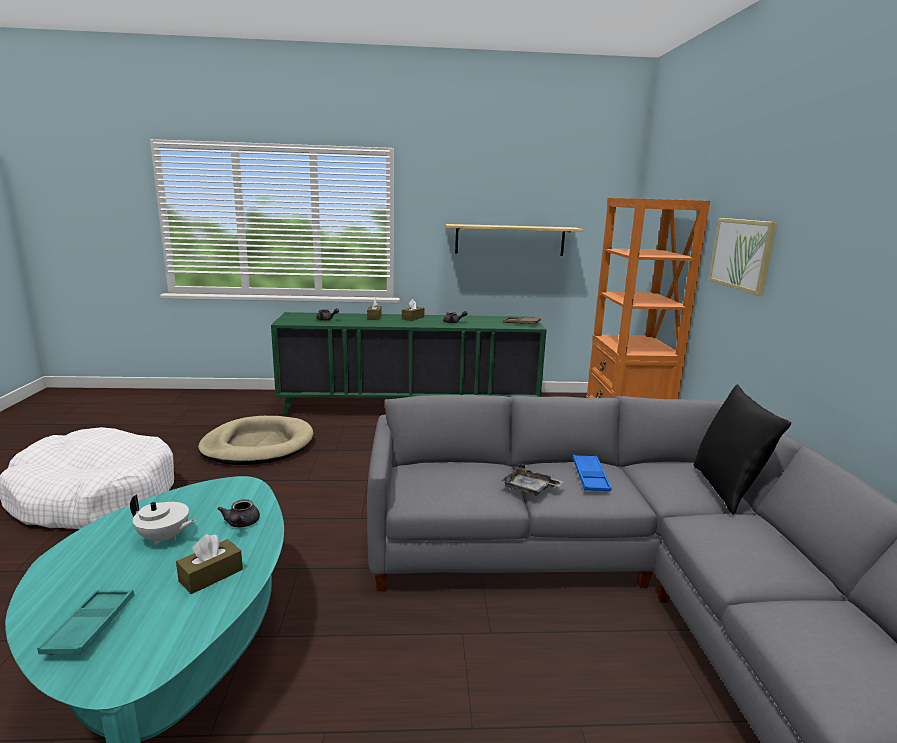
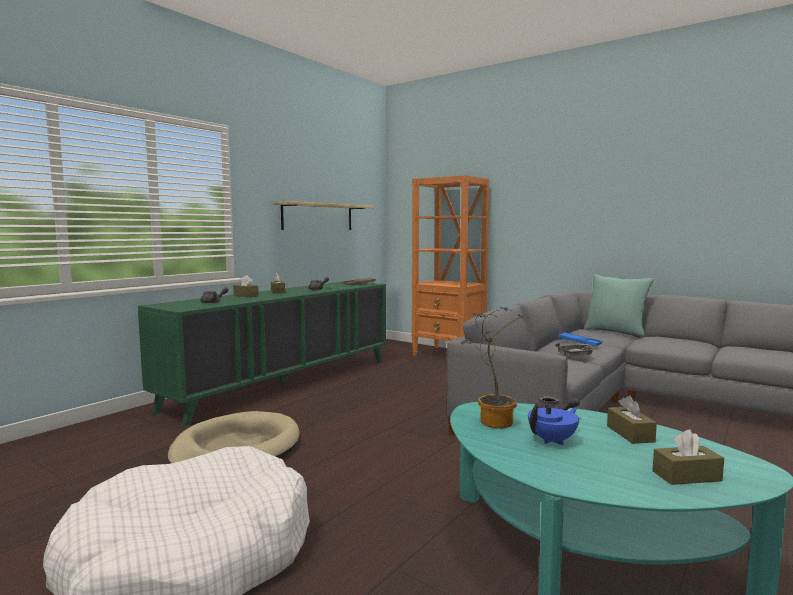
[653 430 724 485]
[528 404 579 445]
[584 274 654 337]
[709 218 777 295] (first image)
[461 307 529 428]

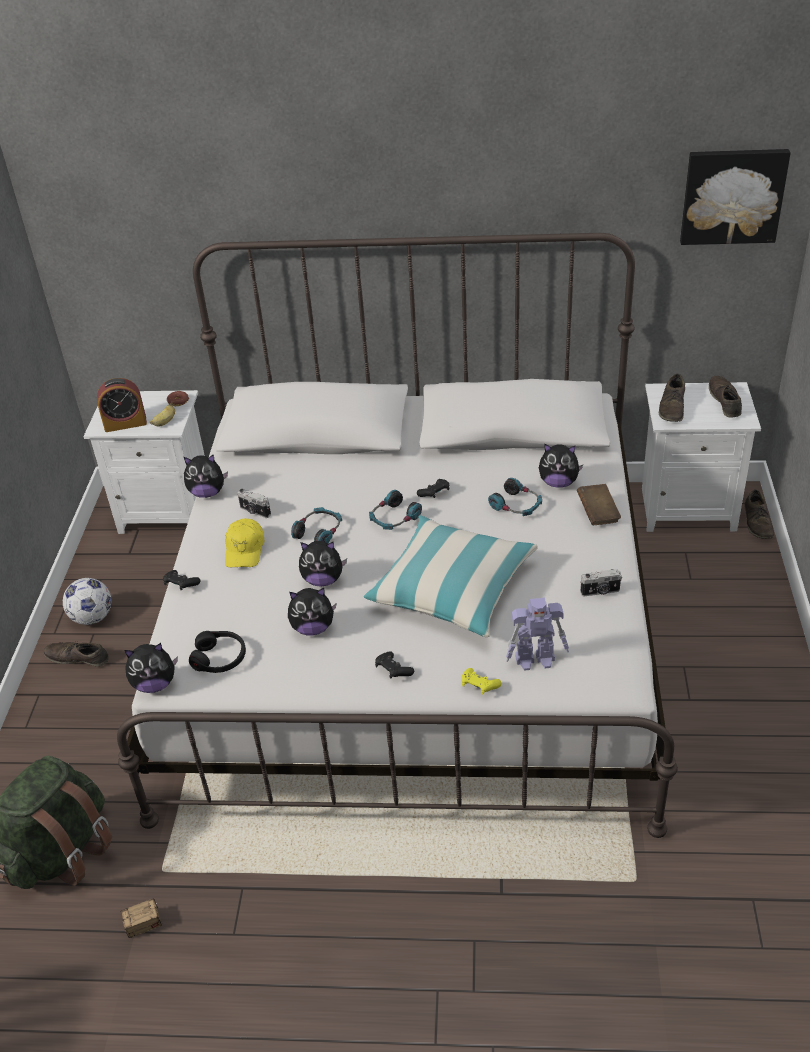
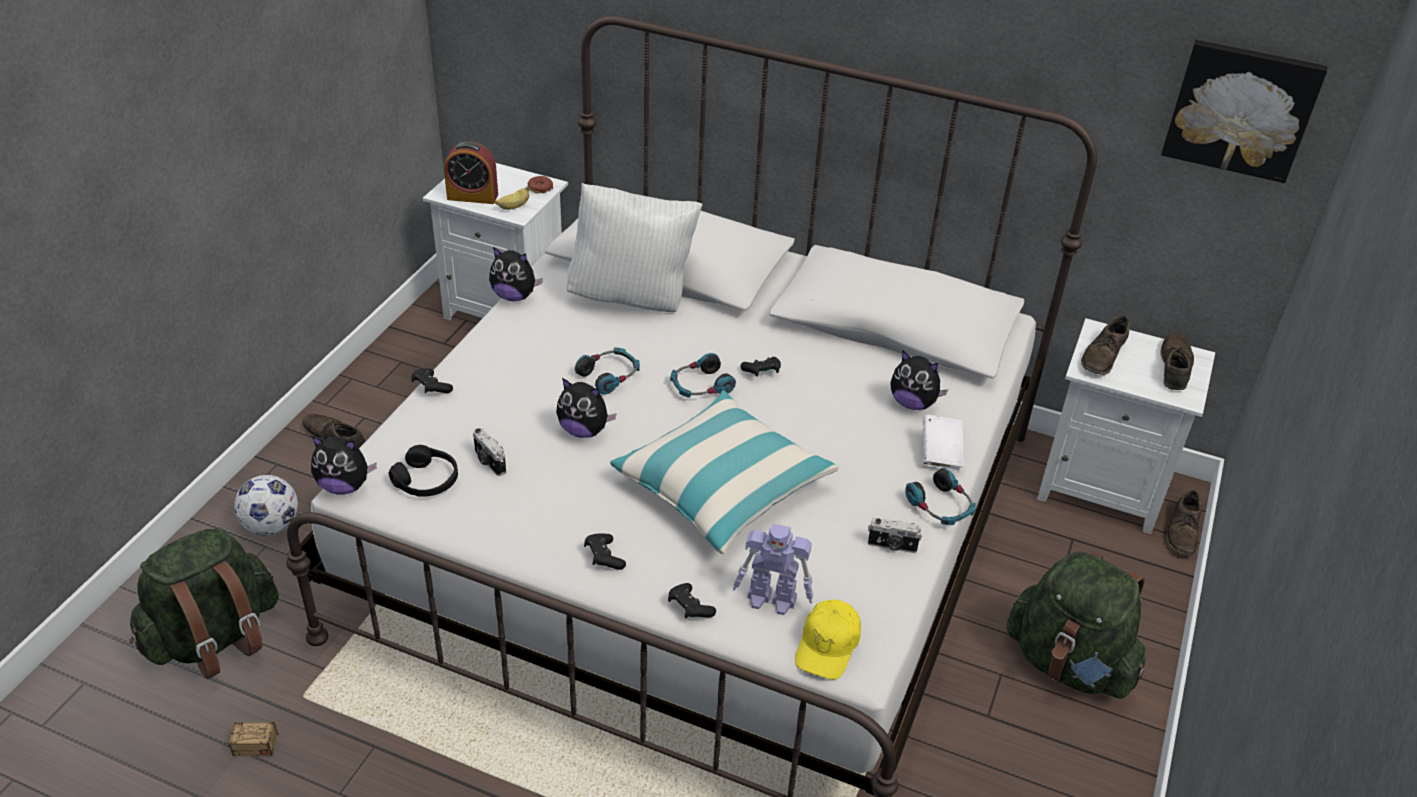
[234 475 298 536]
[795 599 861 680]
[473 428 506 476]
[288 588 336 635] (first image)
[668 583 716 618]
[905 468 976 525]
[923 415 964 471]
[566 183 703 312]
[1006 551 1146 699]

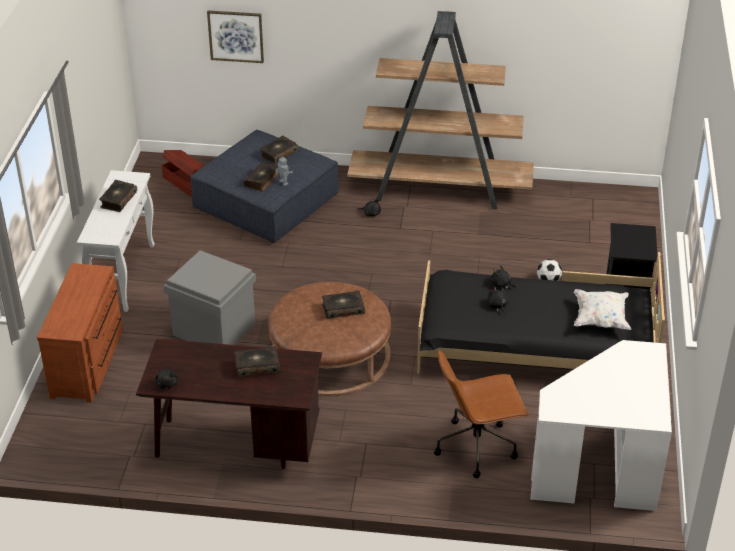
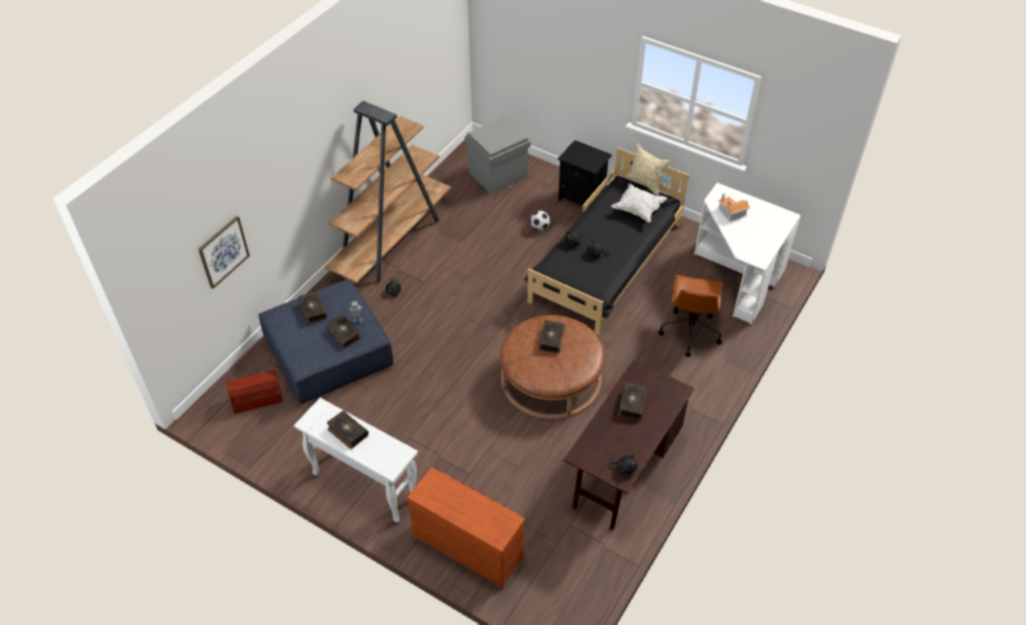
[465 117 531 194]
[625 143 671 196]
[718 193 750 222]

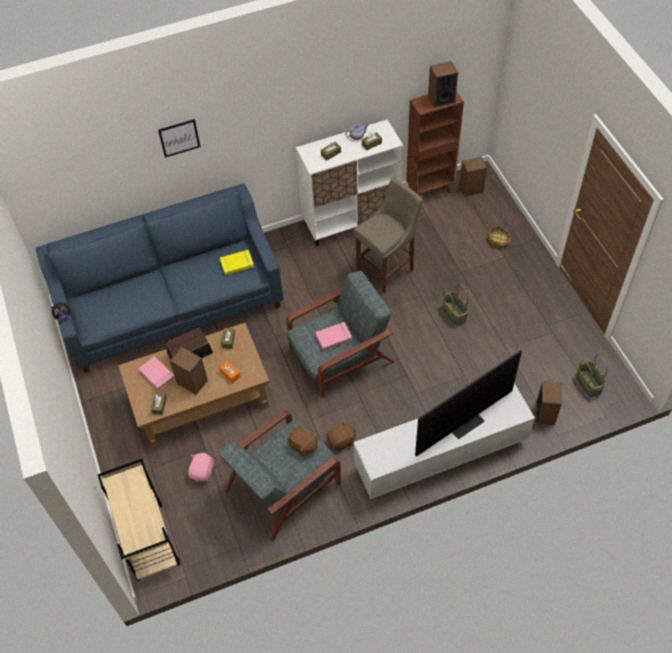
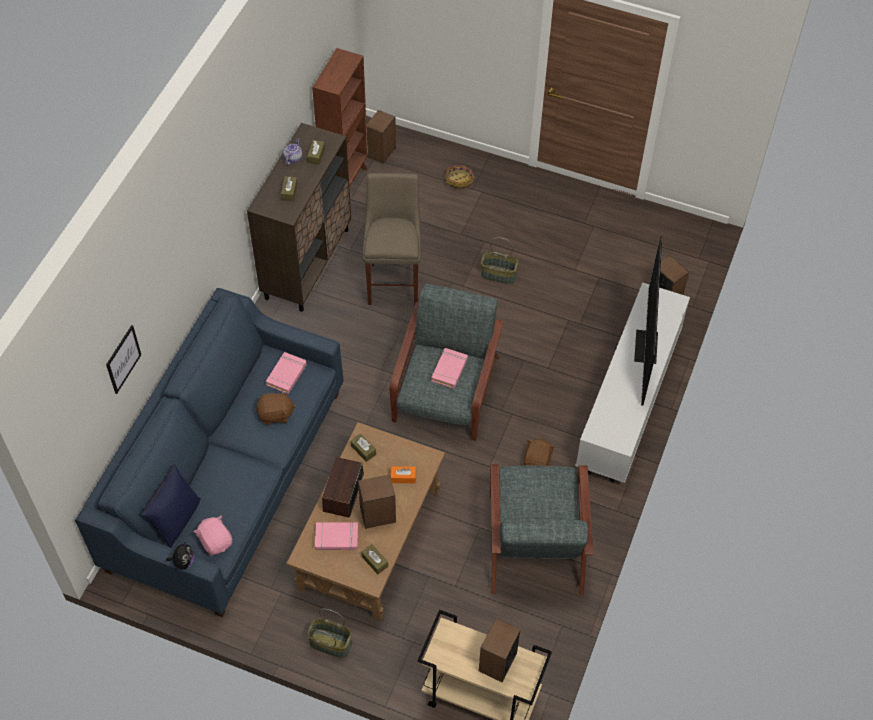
[106 325 141 394]
[194 515 232 556]
[266 352 307 394]
[256 390 296 425]
[247 123 351 312]
[479 618 520 683]
[307 609 352 658]
[141 464 201 548]

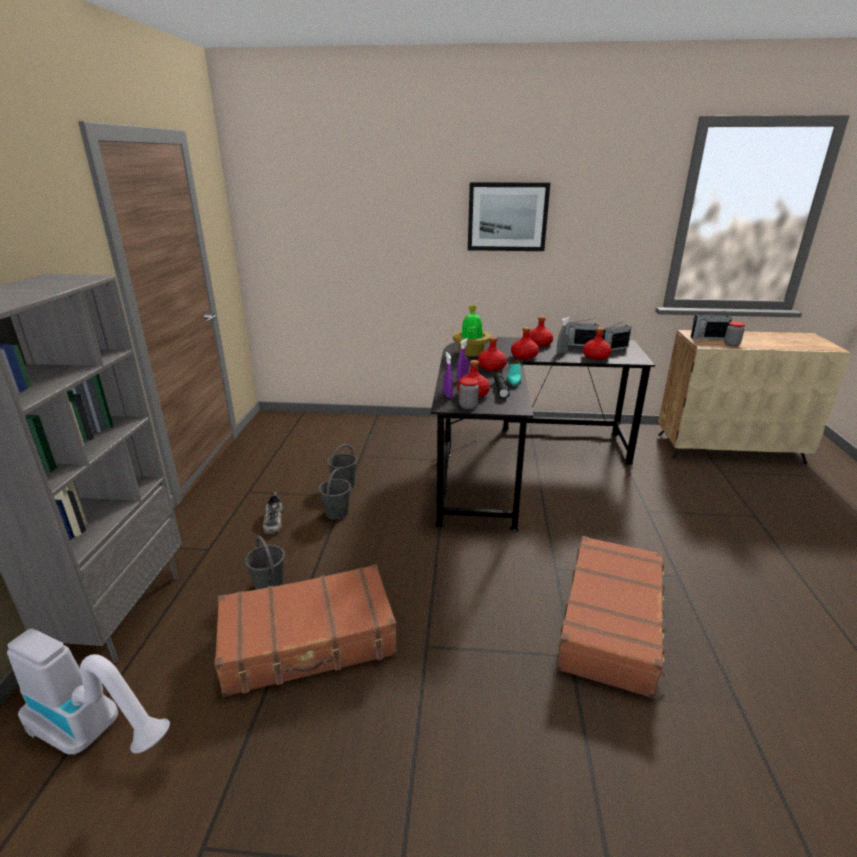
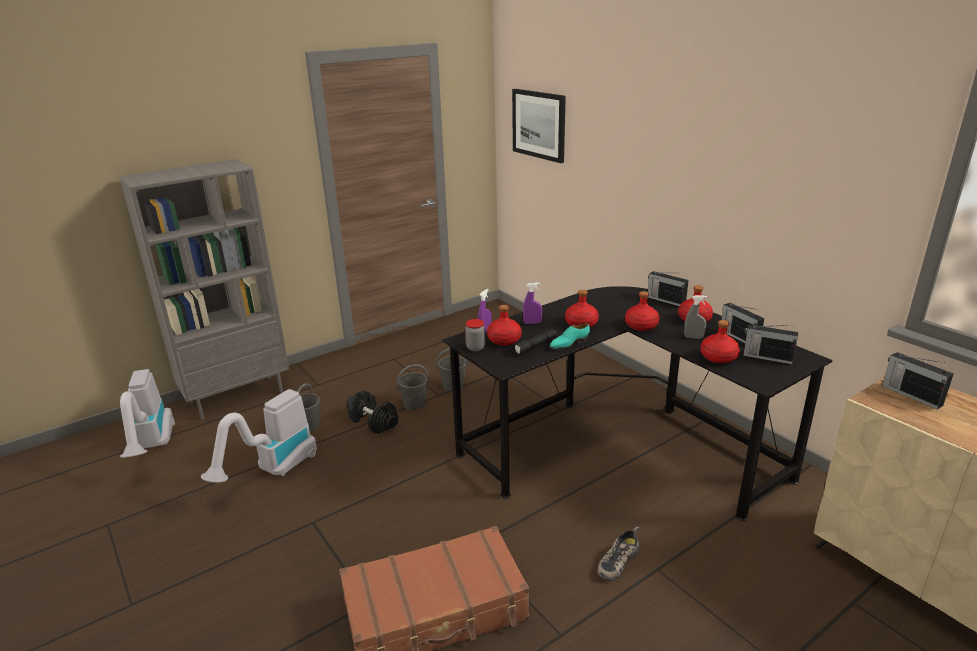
[201 389 317 483]
[598 526 640 581]
[453 305 491 356] (first image)
[512 89 566 163]
[724 322 745 347] (first image)
[347 390 398 434]
[648 271 689 306]

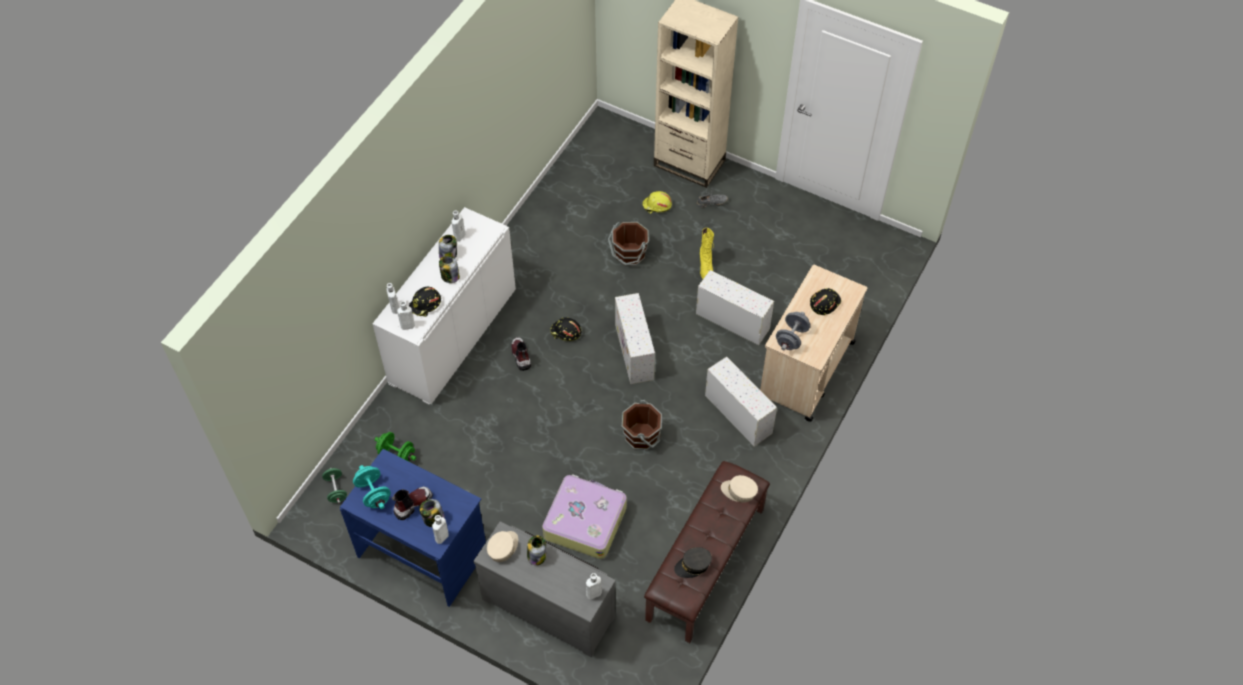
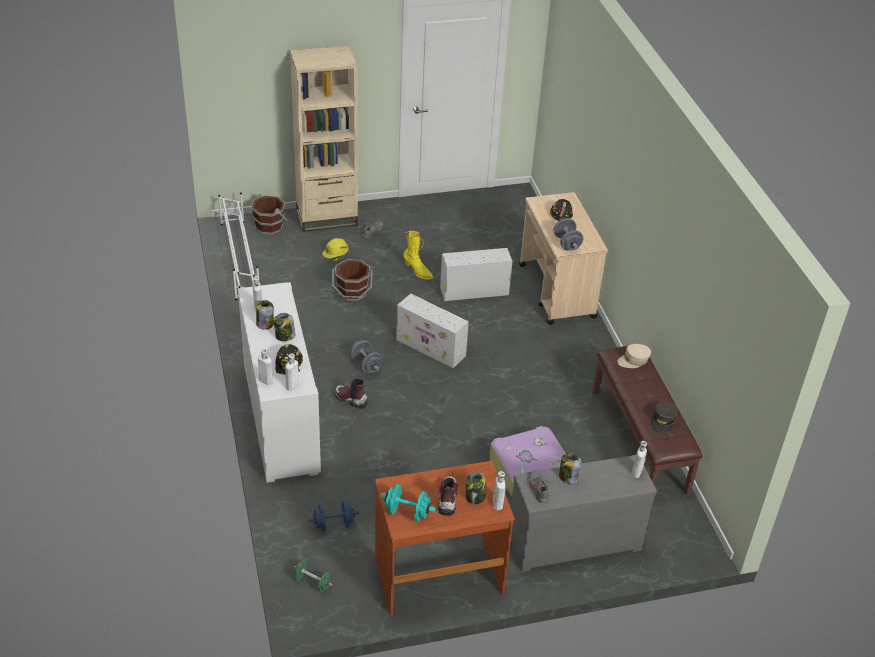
[375 461 515 616]
[308 500 359 532]
[527 469 555 503]
[350 340 382 373]
[251 194 287 235]
[705 357 777 447] (first image)
[218 192 259 301]

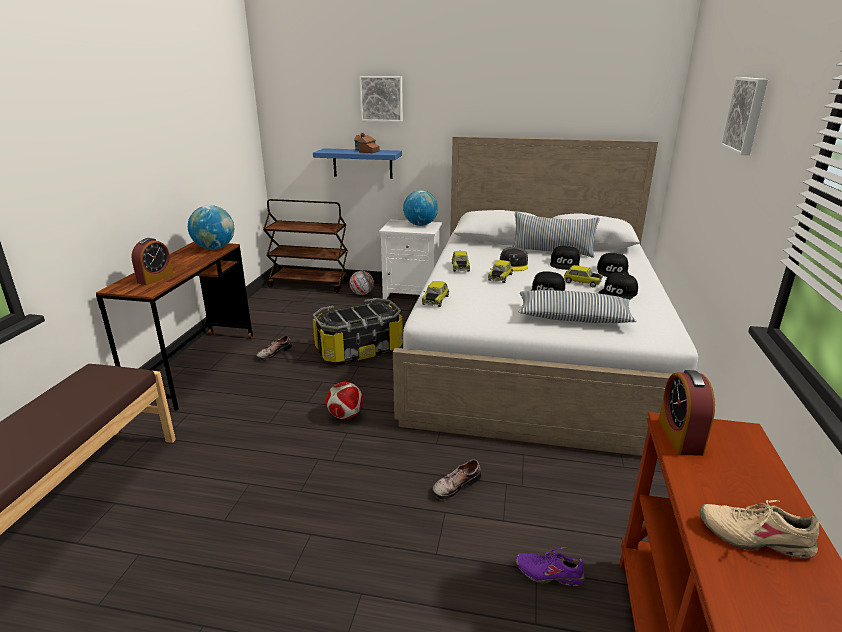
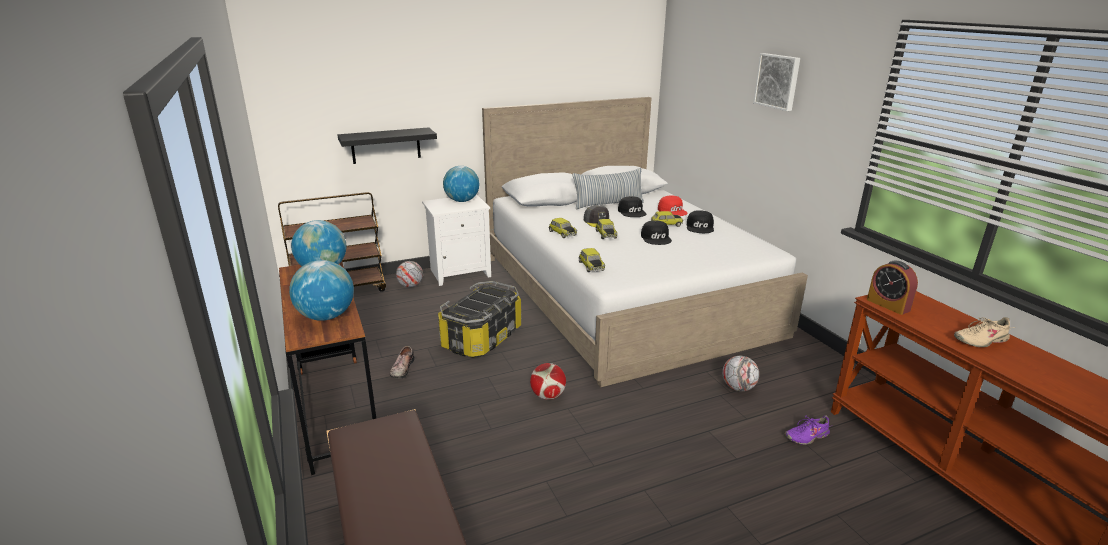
[289 260 354 321]
[337 127 437 164]
[354 132 380 154] (first image)
[359 76 403 122] (first image)
[432 459 481 499] (first image)
[519 290 636 323] (first image)
[658 195 687 216]
[722 356 759 391]

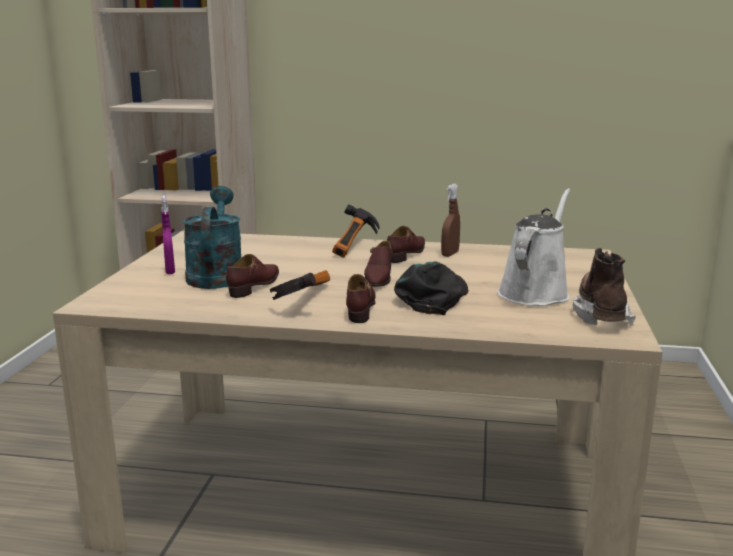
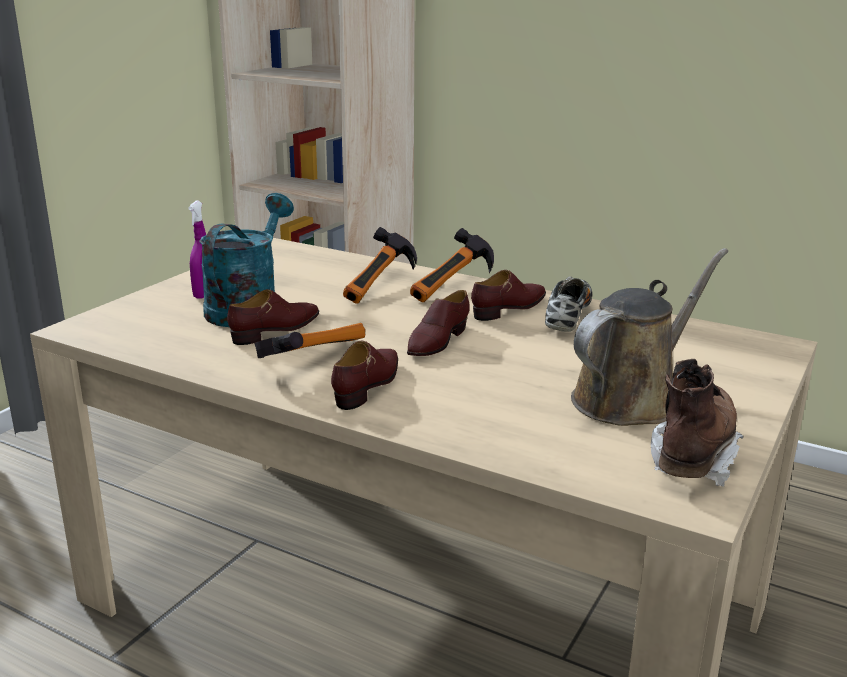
[394 261 469 315] (first image)
[545 276 593 332]
[571 248 728 426]
[343 227 417 304]

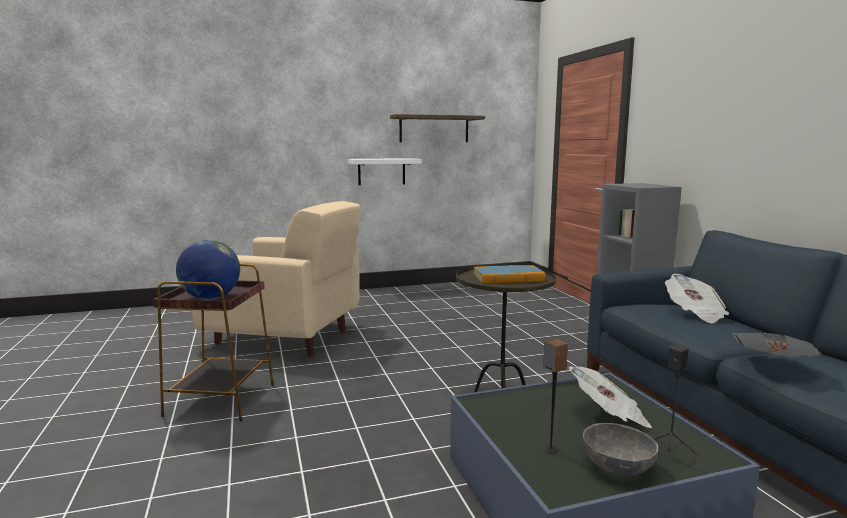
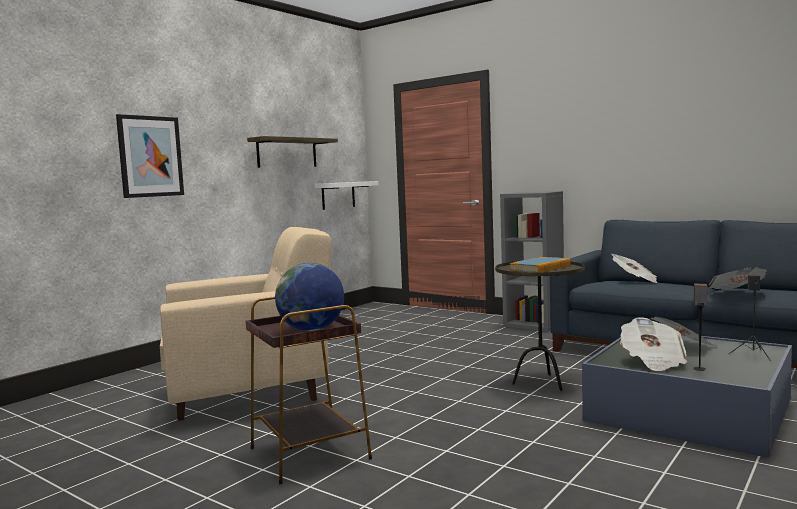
[315 181 379 210]
[583 423 658 475] (first image)
[116 114 184 198]
[621 317 687 371]

